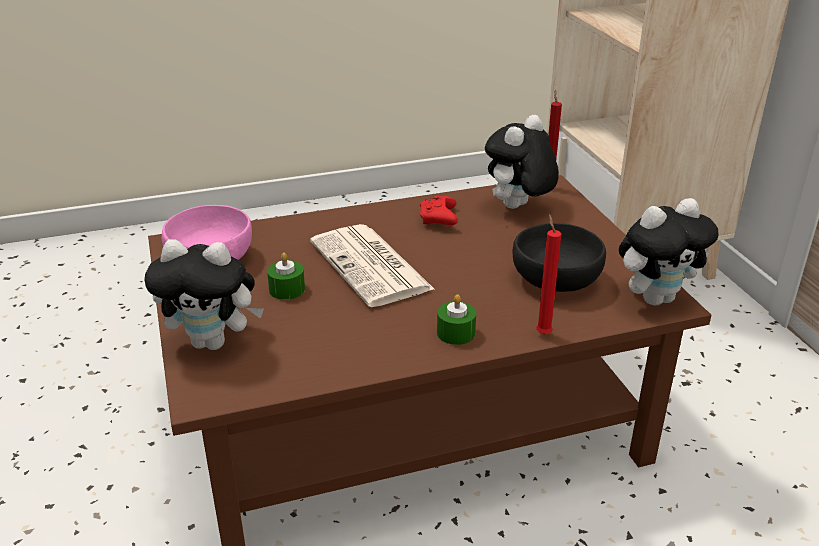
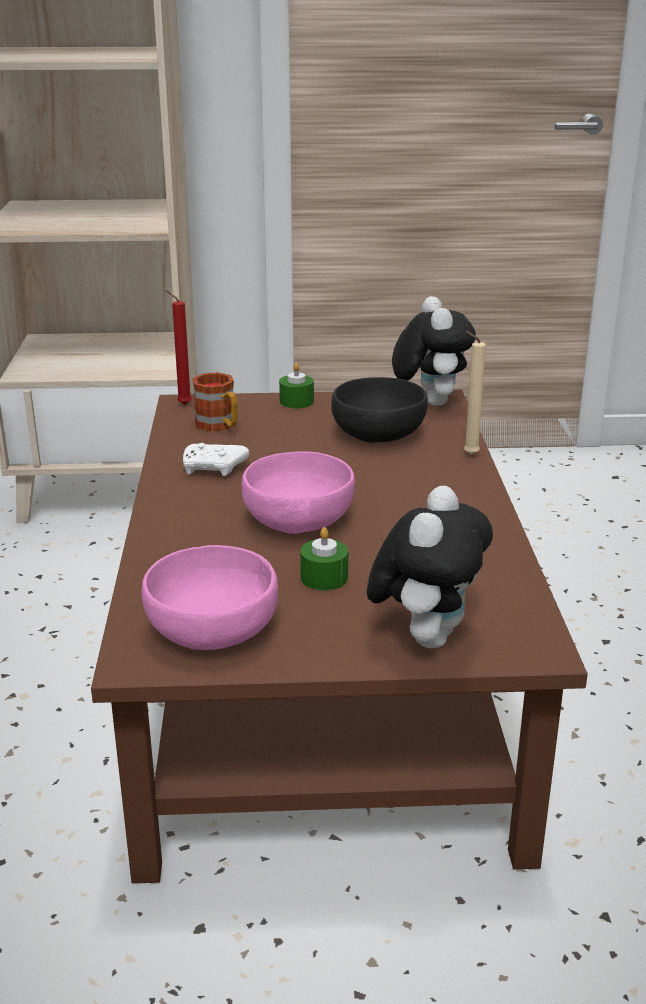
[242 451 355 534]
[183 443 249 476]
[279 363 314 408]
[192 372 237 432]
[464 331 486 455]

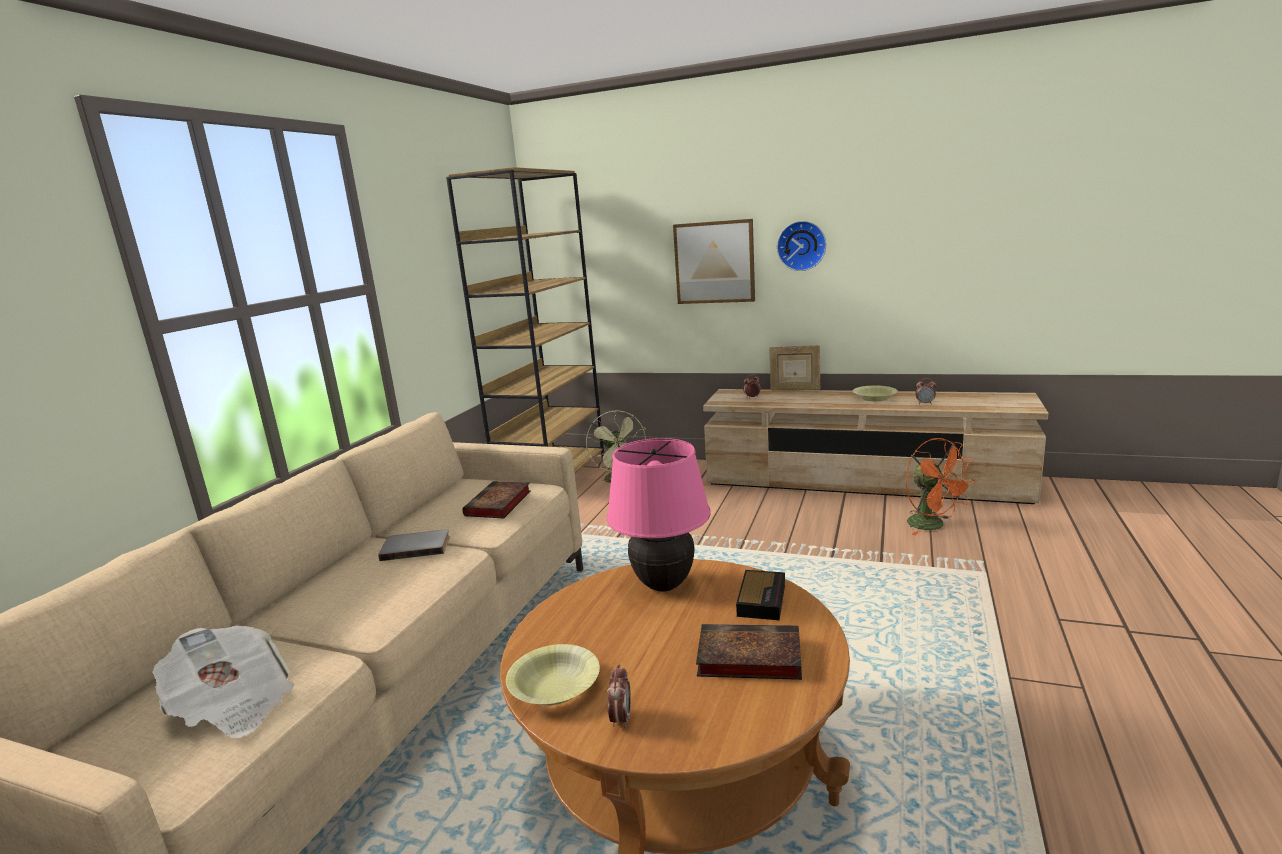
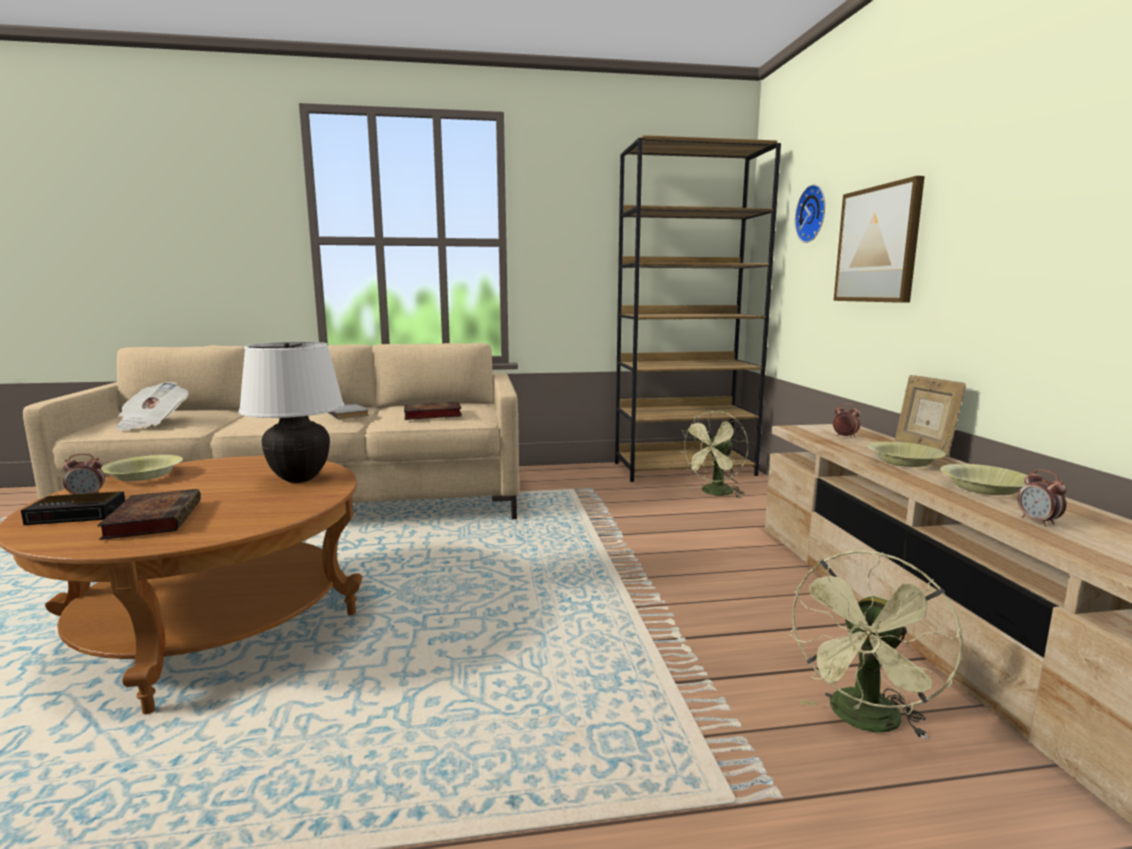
[239 342 344 483]
[21 491 125 525]
[795 184 825 243]
[787 551 963 740]
[867 442 946 467]

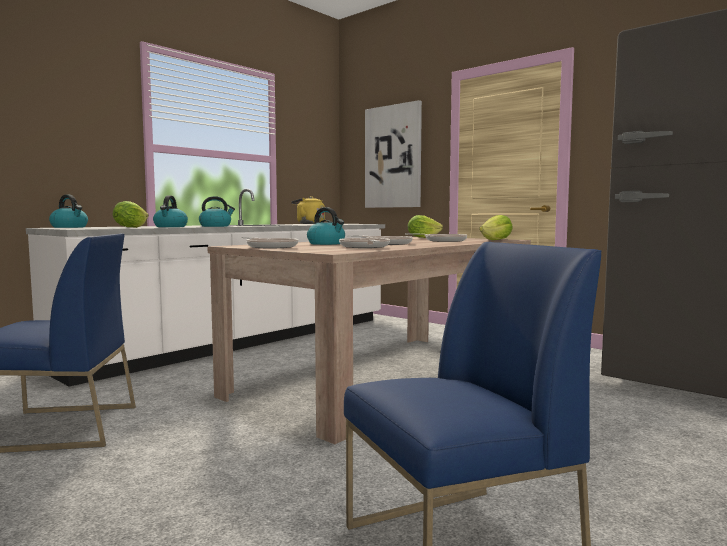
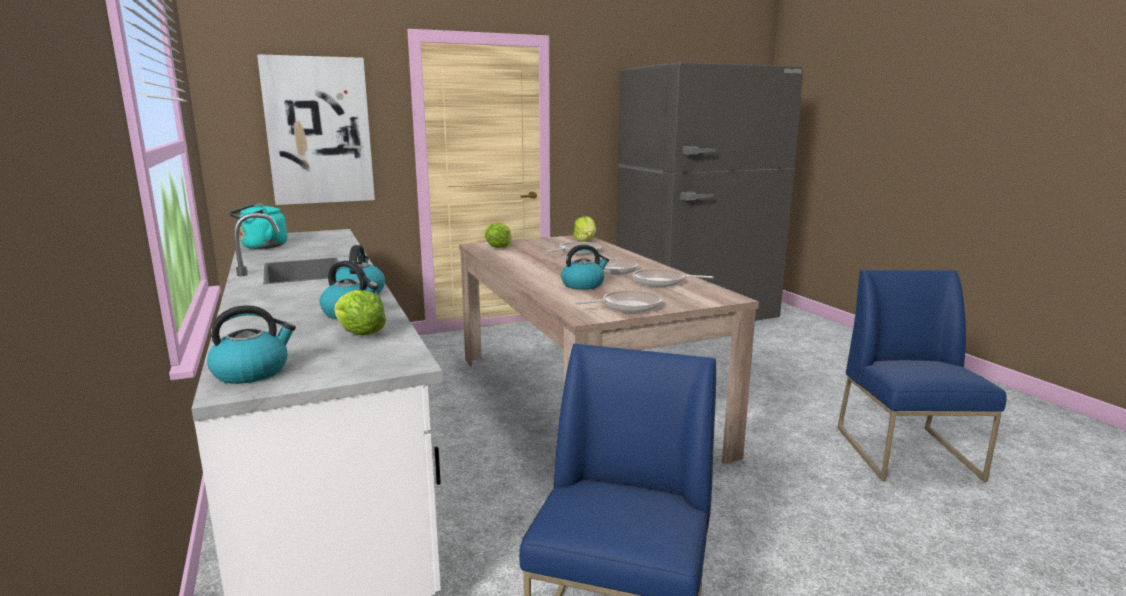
[229 203 287 249]

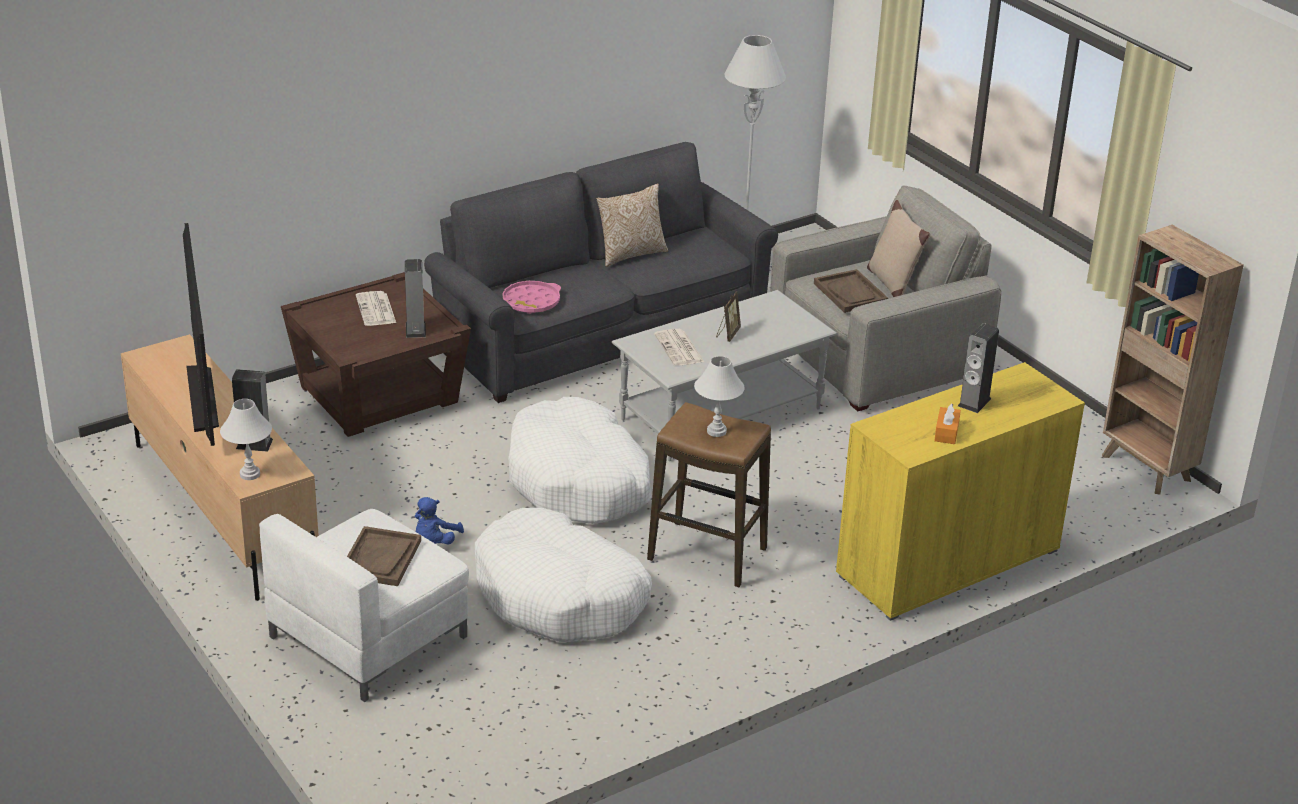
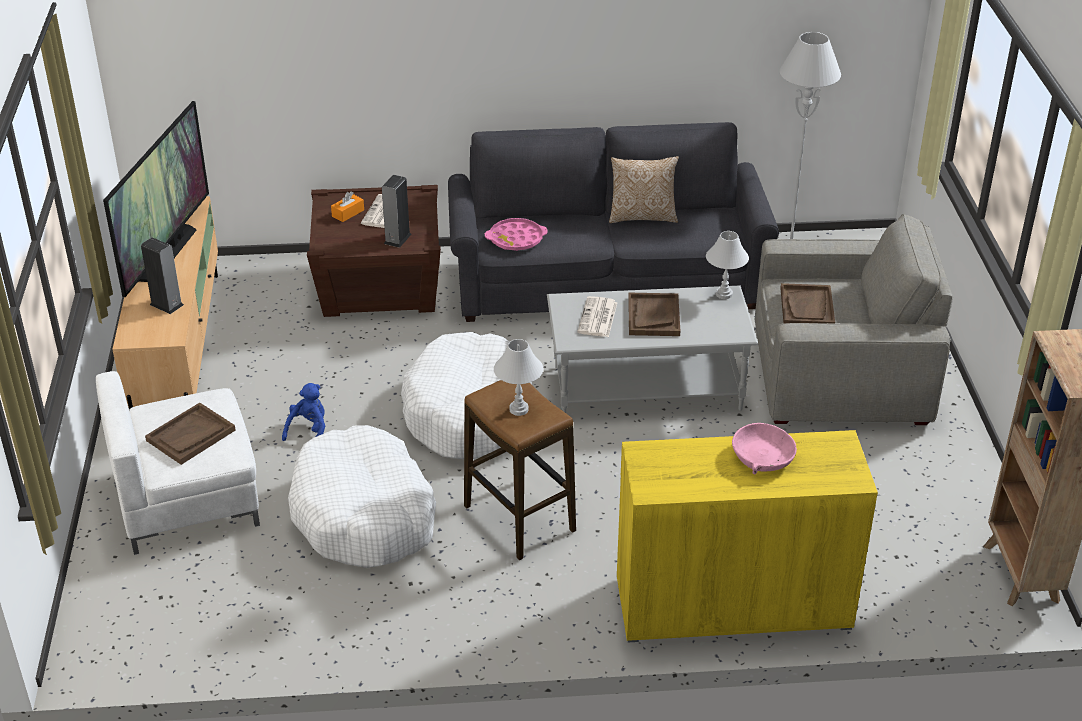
[706 231 749 299]
[282 383 325 441]
[628 293 680 336]
[867 200 930 297] (first image)
[331 191 364 222]
[732 423 797 474]

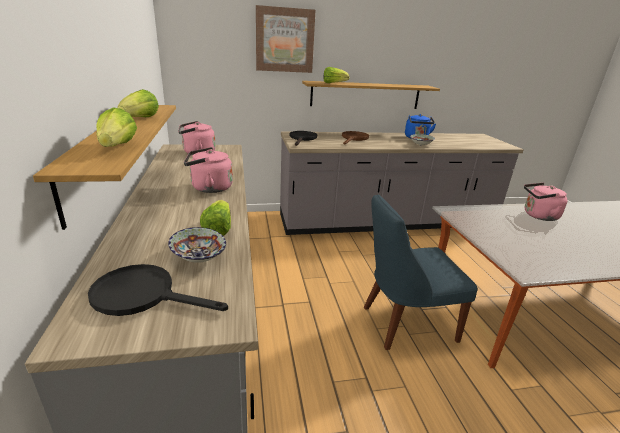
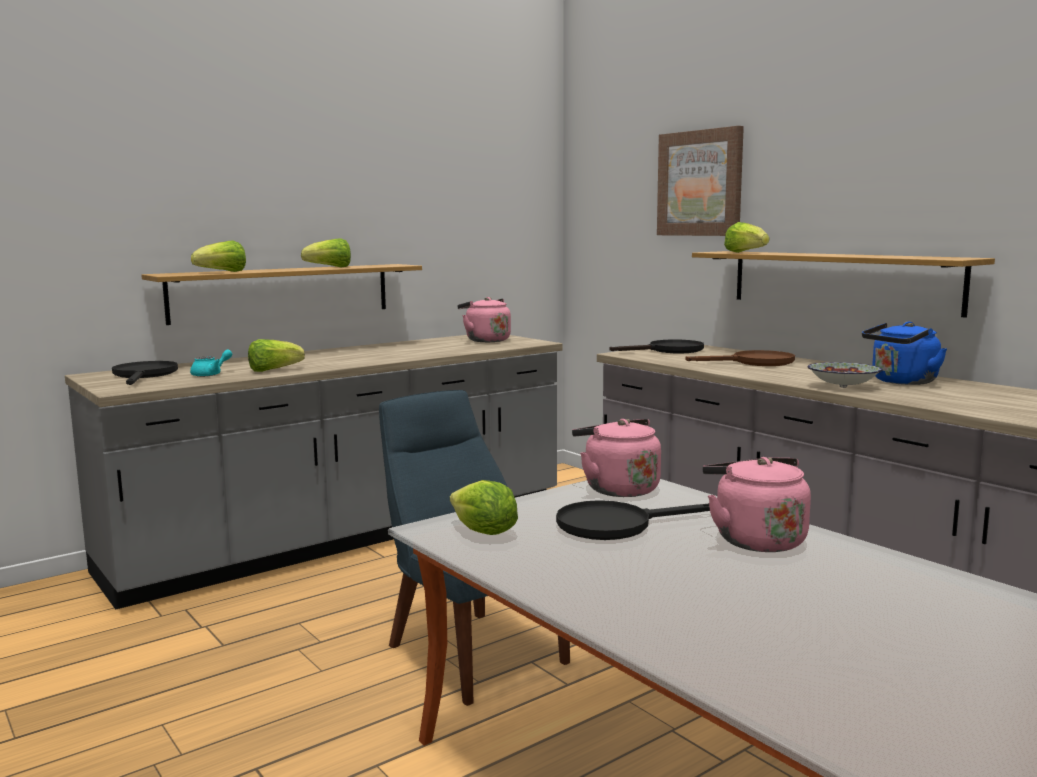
[190 350 232 377]
[572 419 661 497]
[450 480 518 535]
[556 500 710 540]

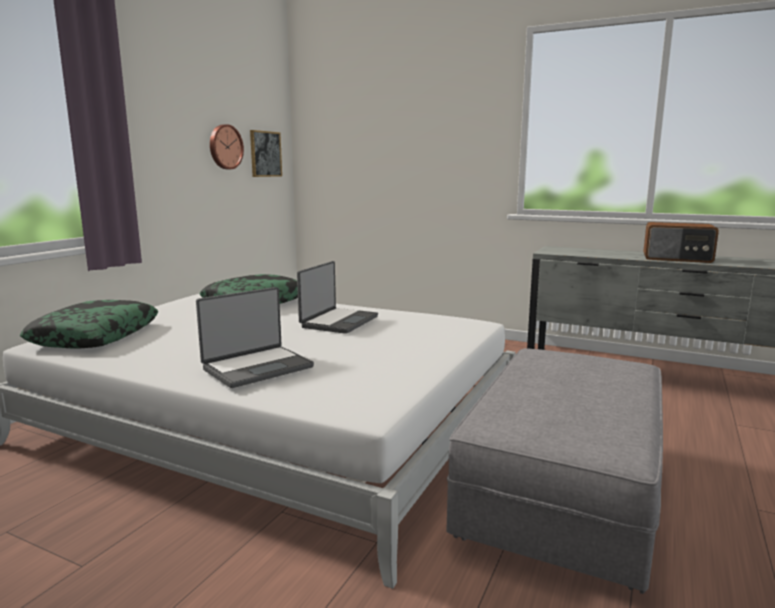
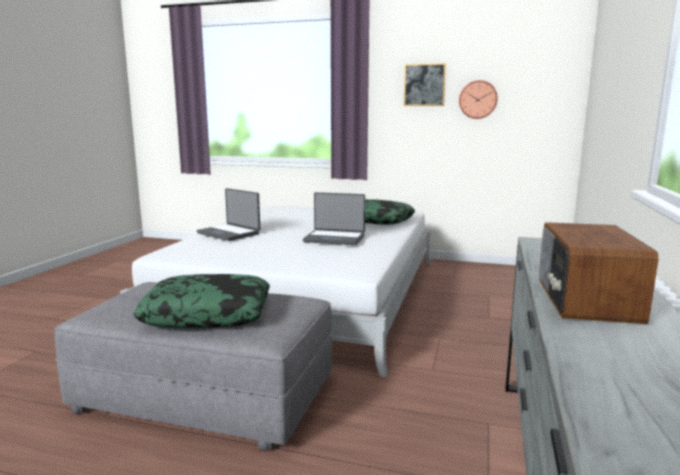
[133 274 270 328]
[404 63 446 106]

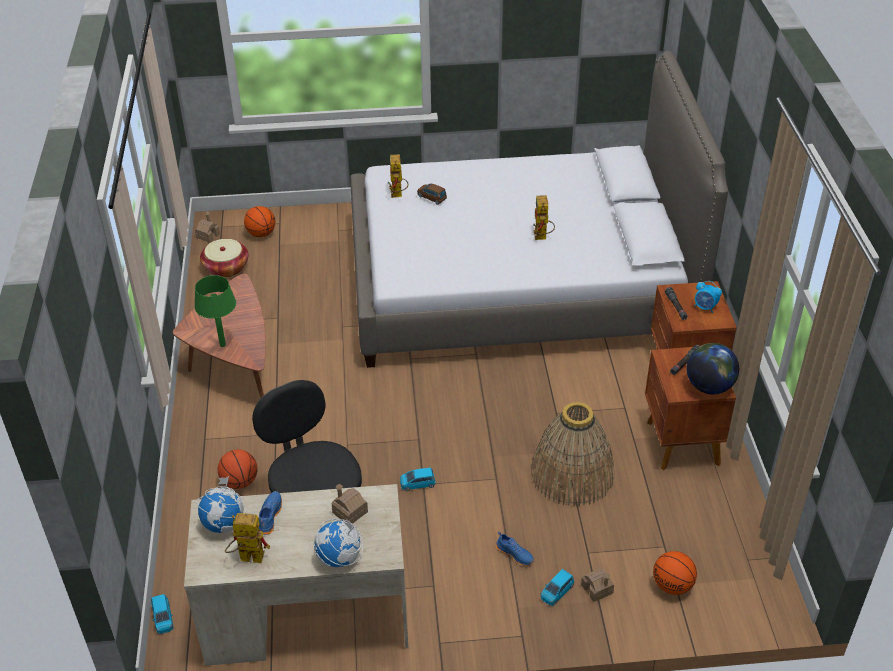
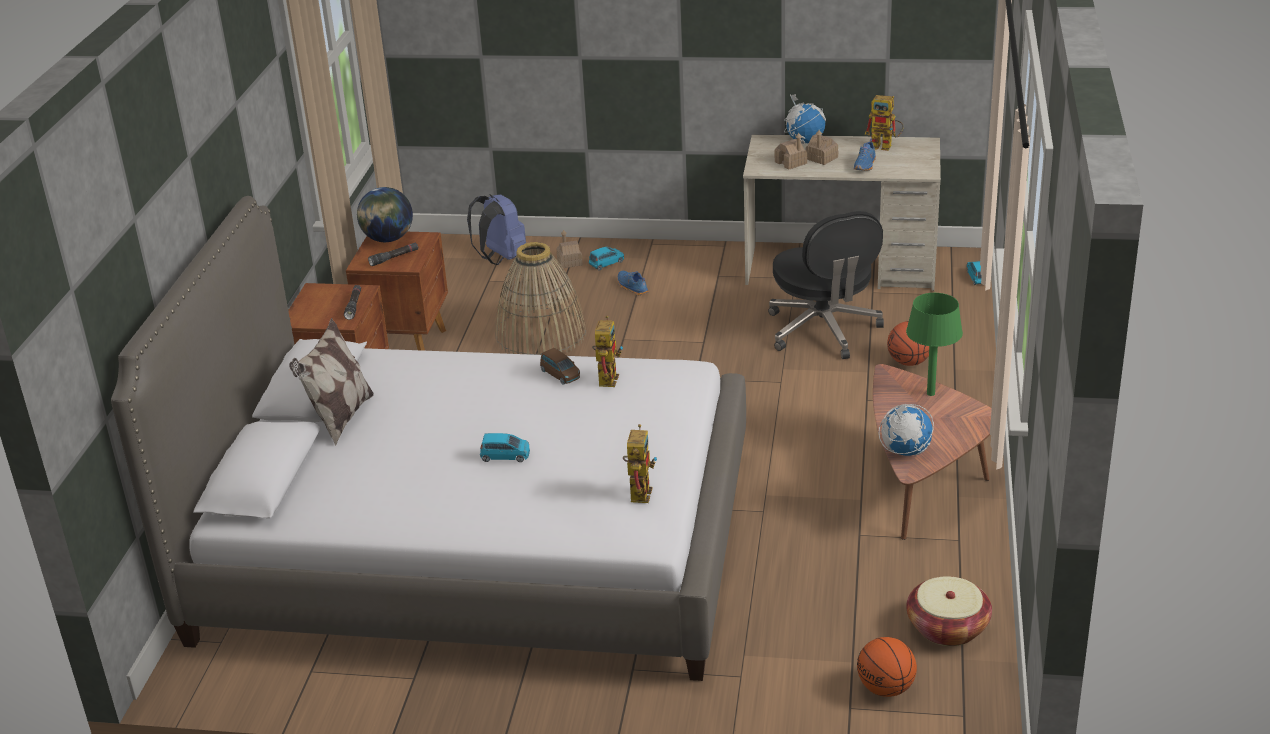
[806 130 838 165]
[879 404 934 456]
[480 433 530 462]
[540 348 580 385]
[592 315 623 387]
[467 194 526 265]
[694 281 722 313] (first image)
[289 318 374 446]

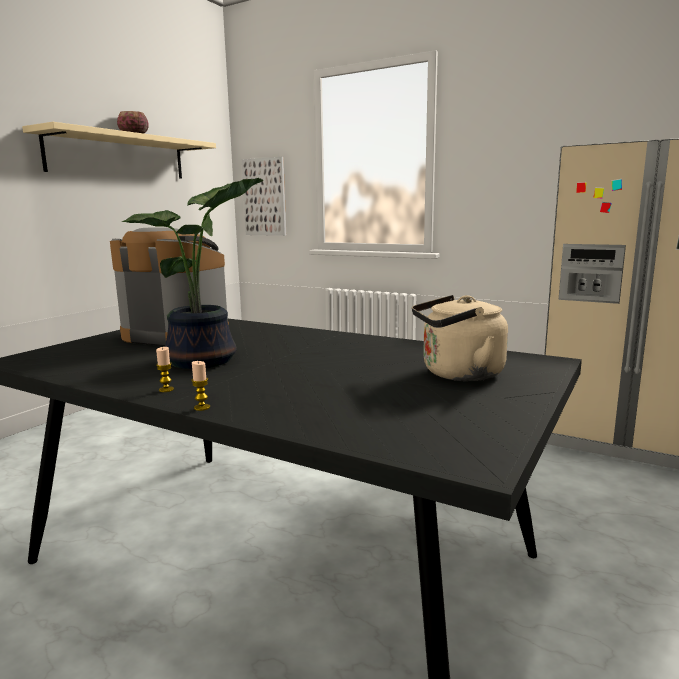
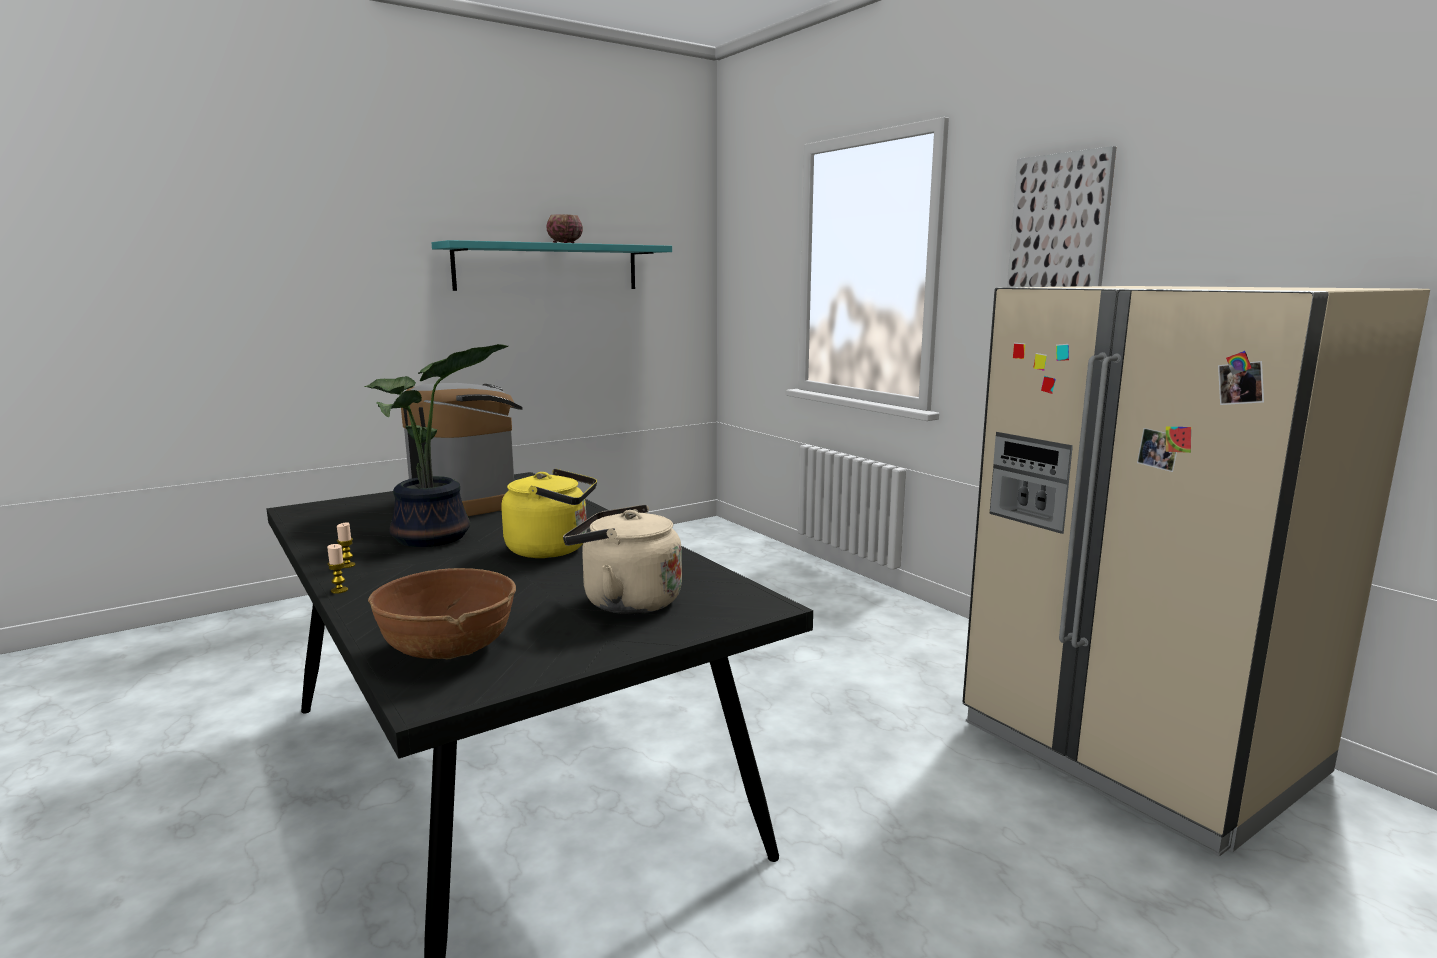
[432 240 672 291]
[1007 146 1116 287]
[368 568 516 659]
[501 469 597 558]

